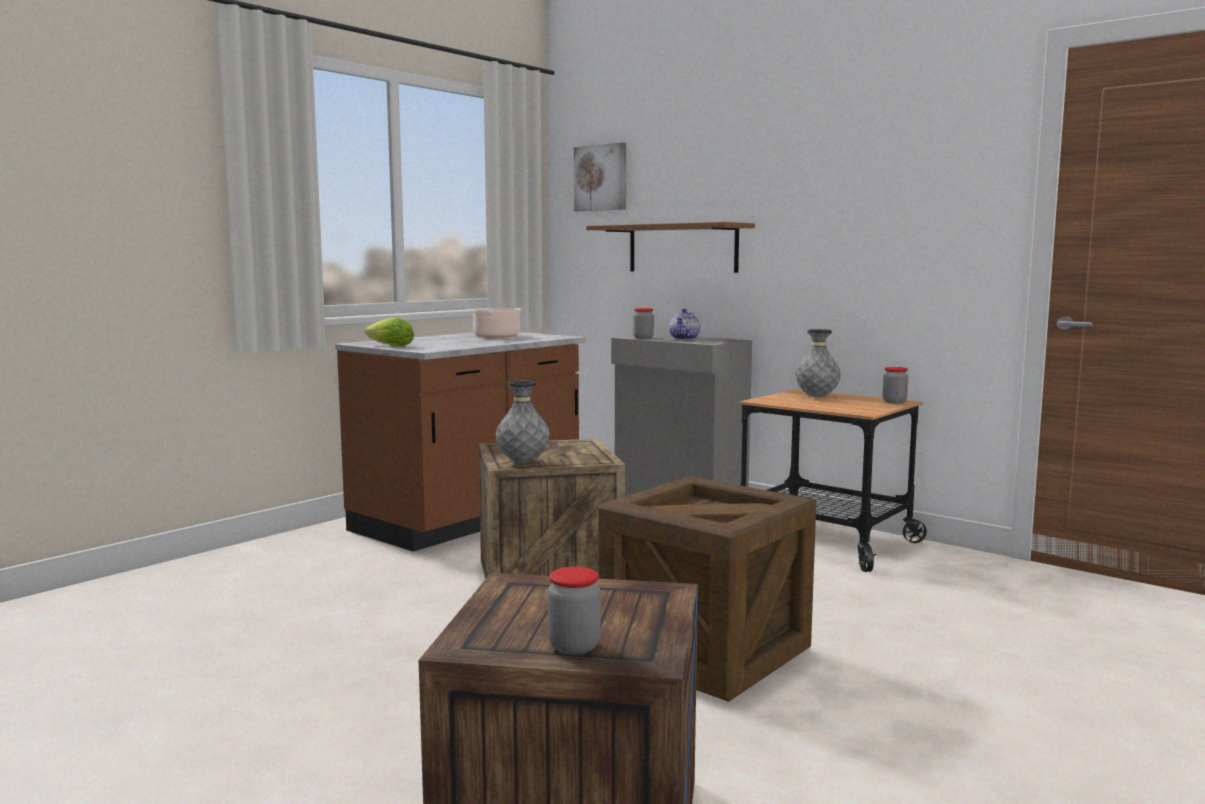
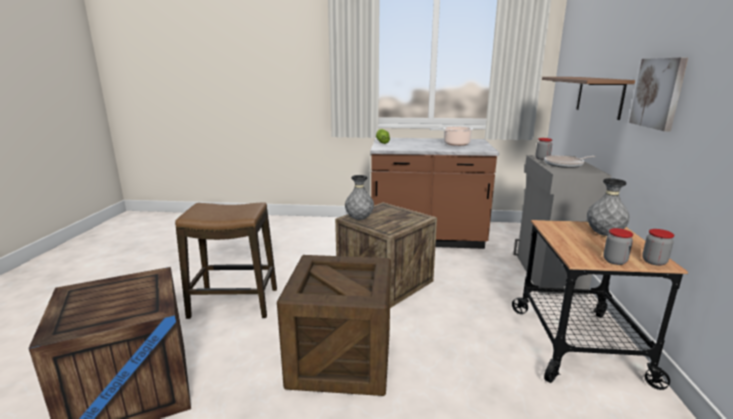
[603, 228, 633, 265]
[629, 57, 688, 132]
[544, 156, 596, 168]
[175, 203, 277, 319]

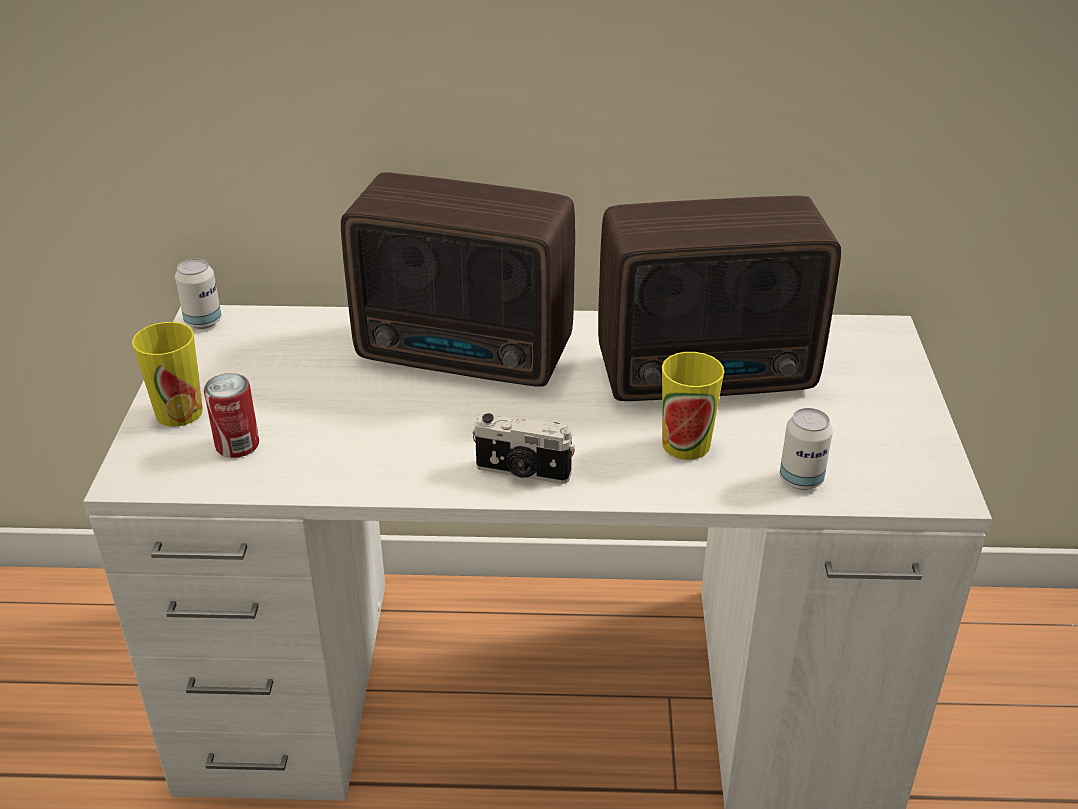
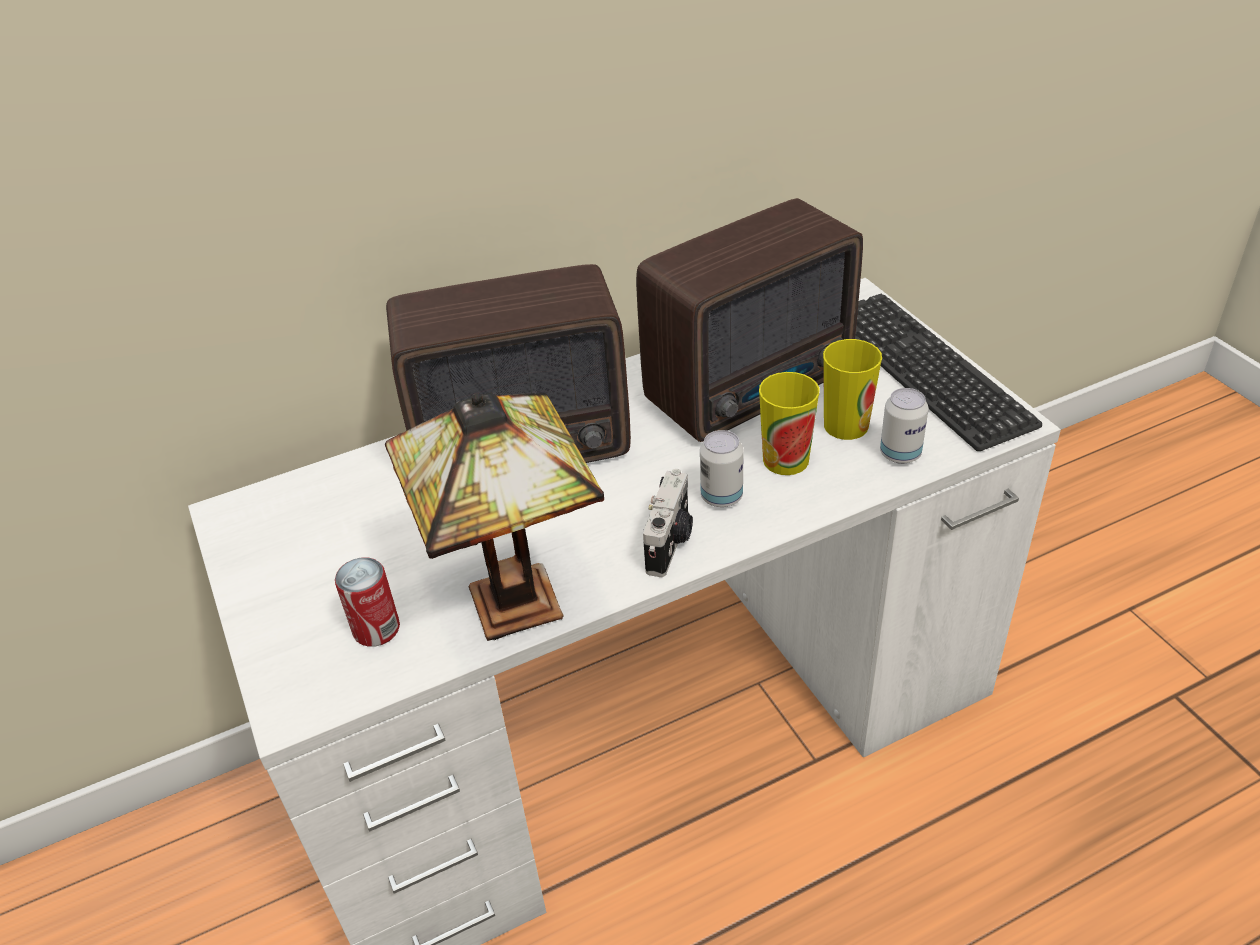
[823, 339, 882, 440]
[700, 430, 744, 507]
[643, 469, 693, 577]
[385, 393, 604, 641]
[855, 294, 1042, 451]

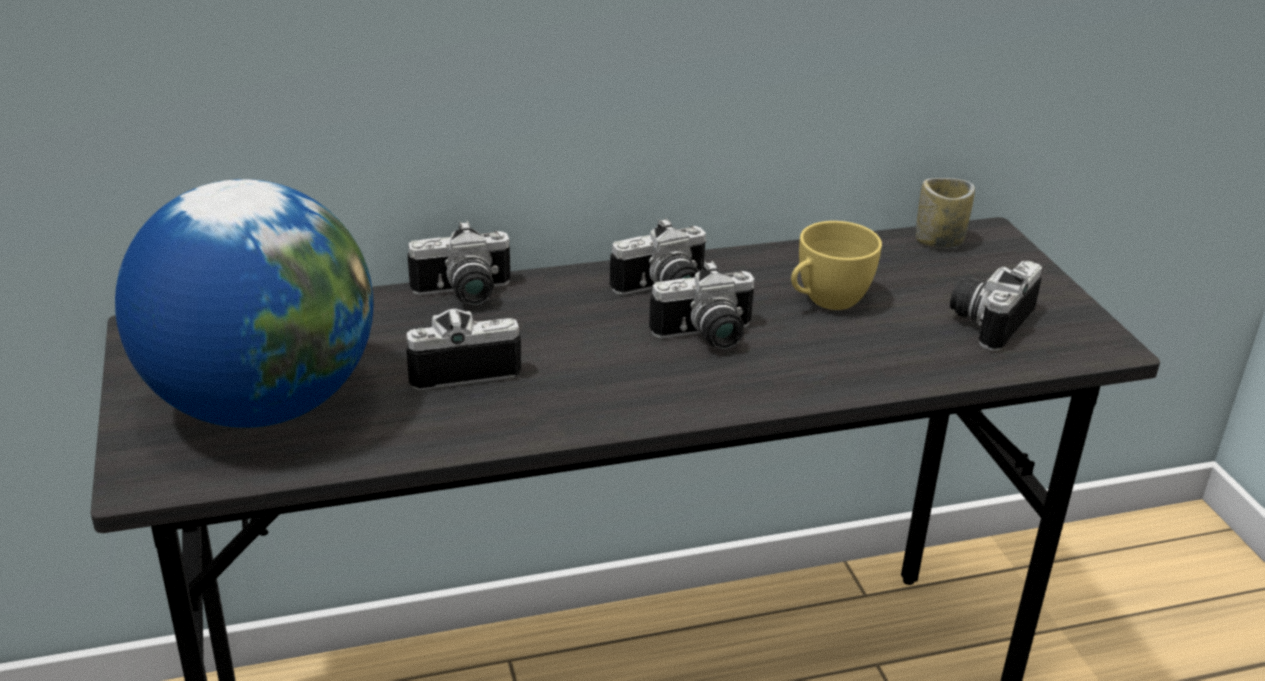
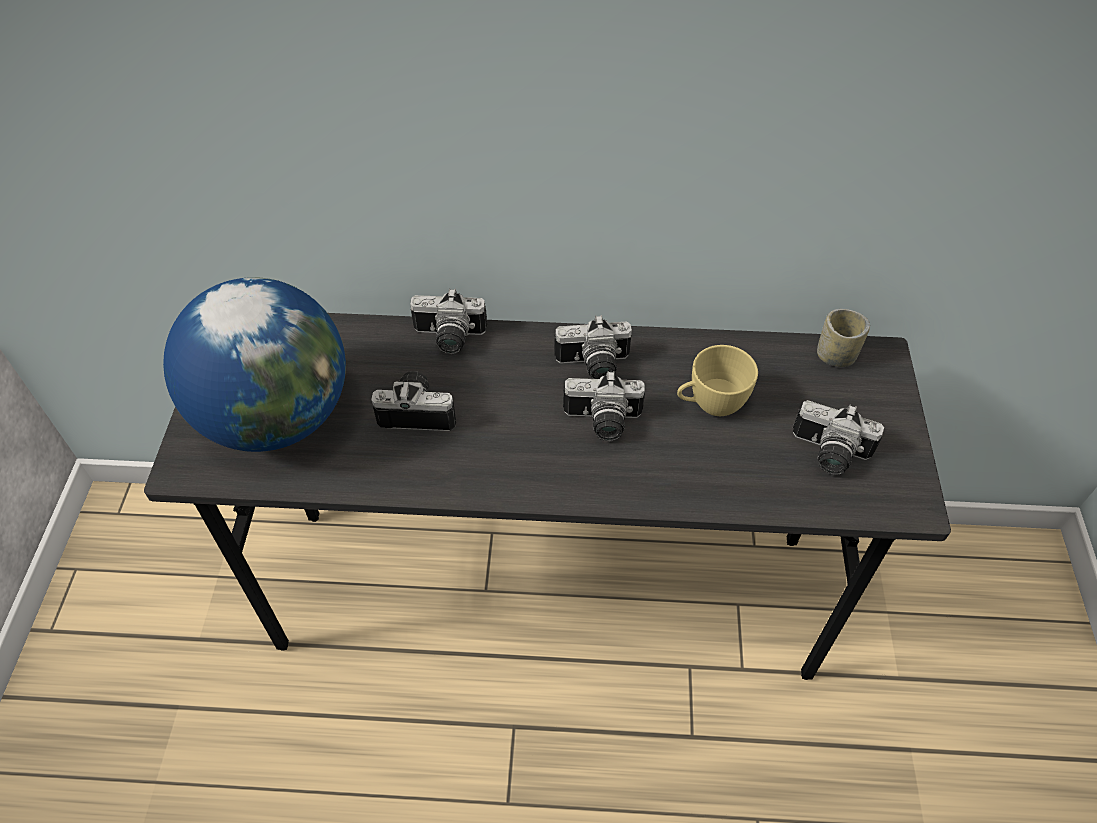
[793, 400, 884, 475]

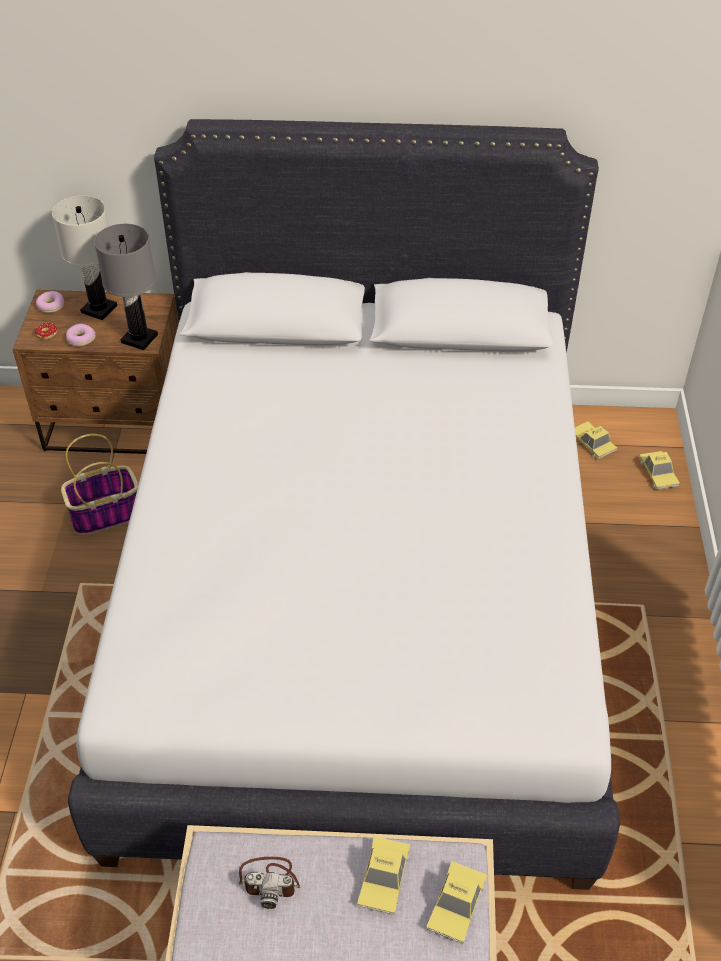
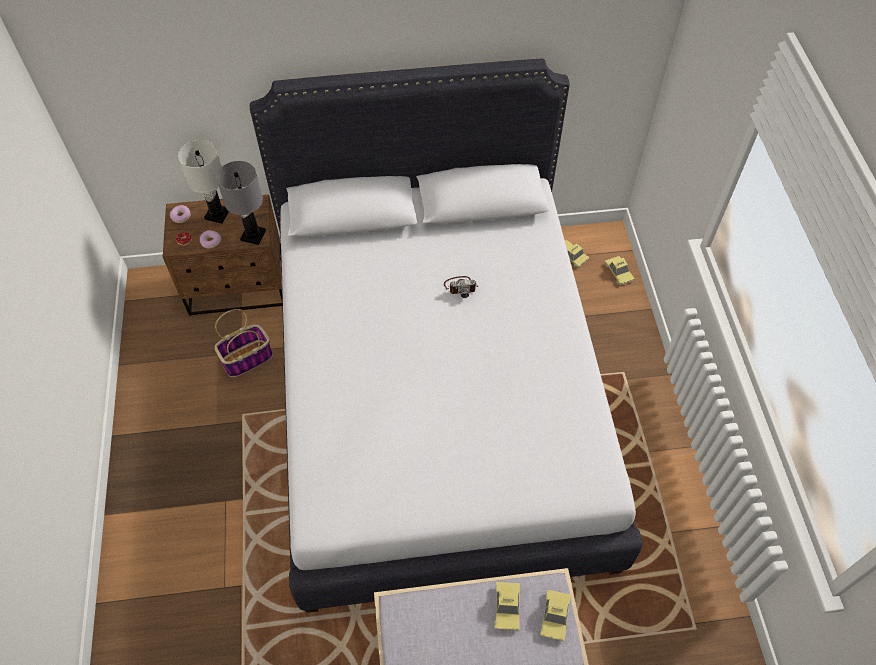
[444, 276, 478, 298]

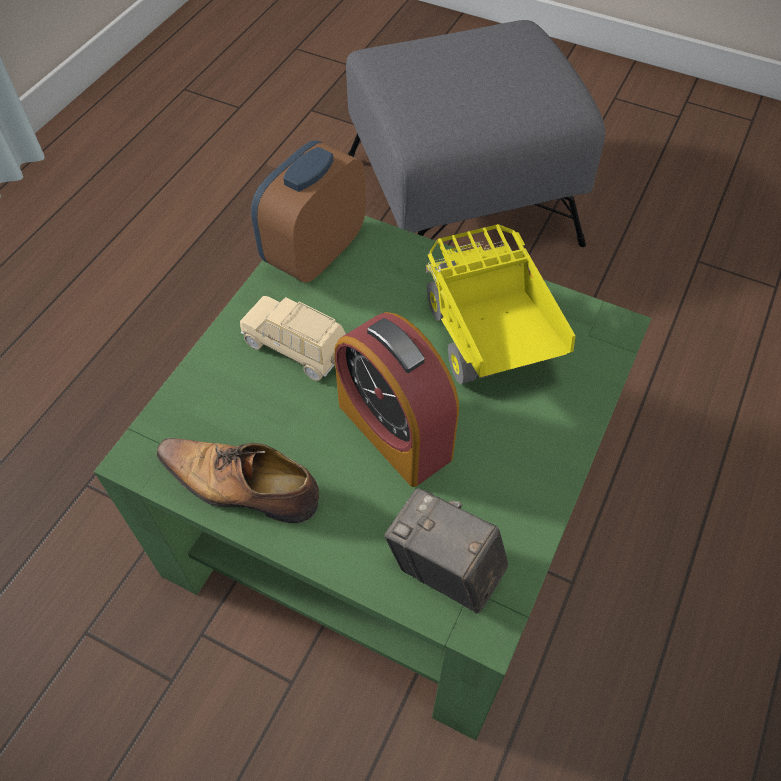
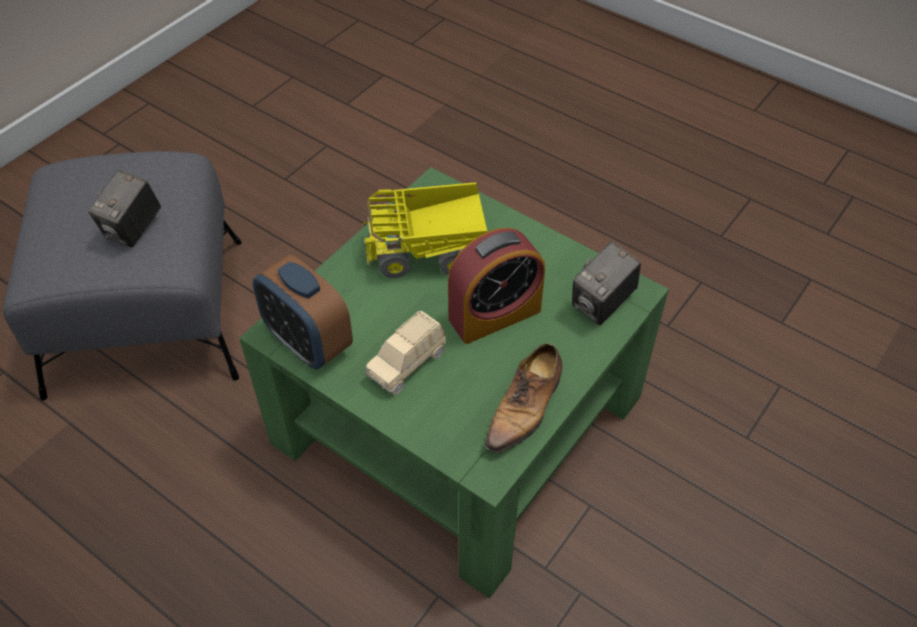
[88, 170, 161, 248]

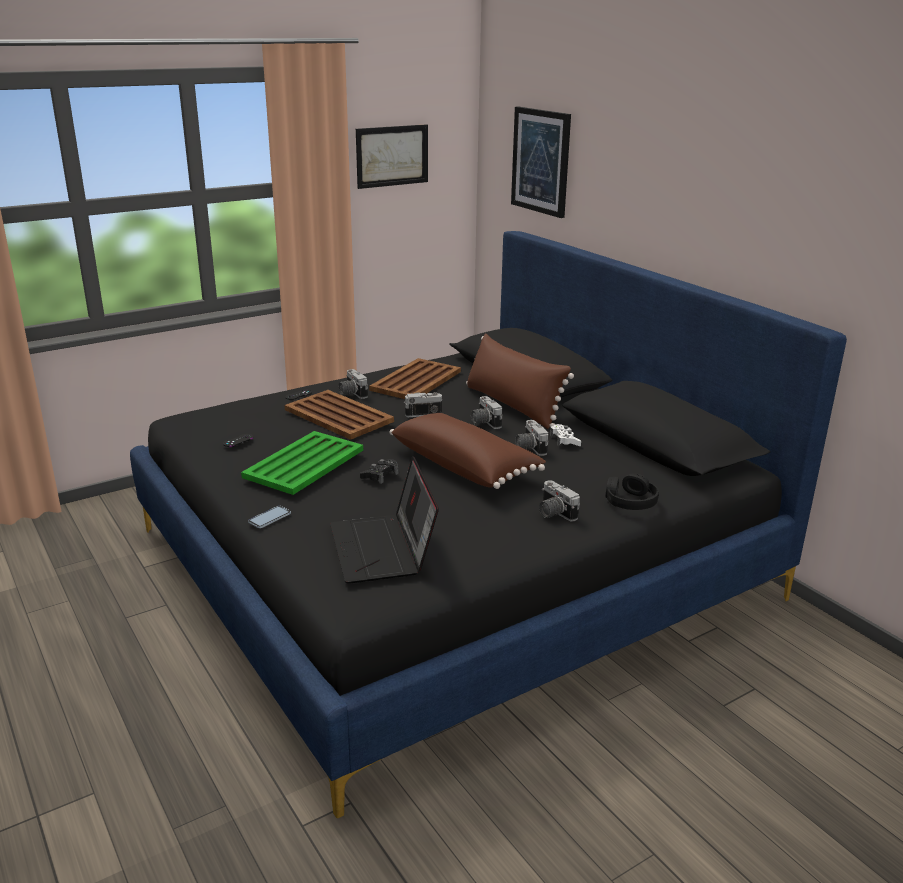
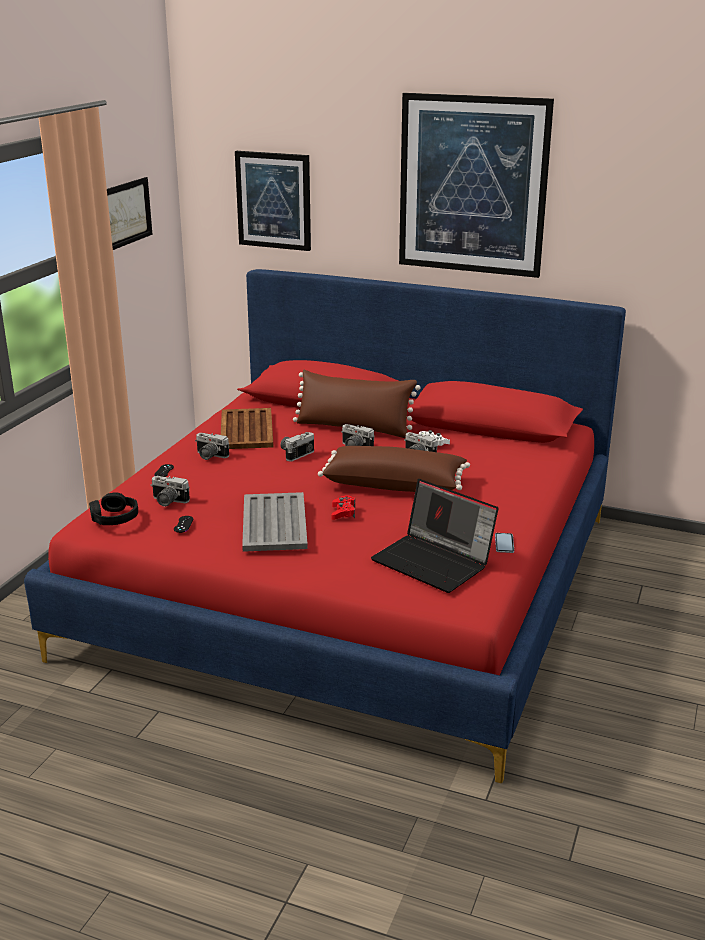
[24, 269, 626, 783]
[242, 492, 308, 552]
[495, 533, 514, 553]
[285, 390, 394, 440] (first image)
[331, 496, 355, 520]
[150, 476, 190, 507]
[89, 492, 138, 525]
[399, 93, 554, 278]

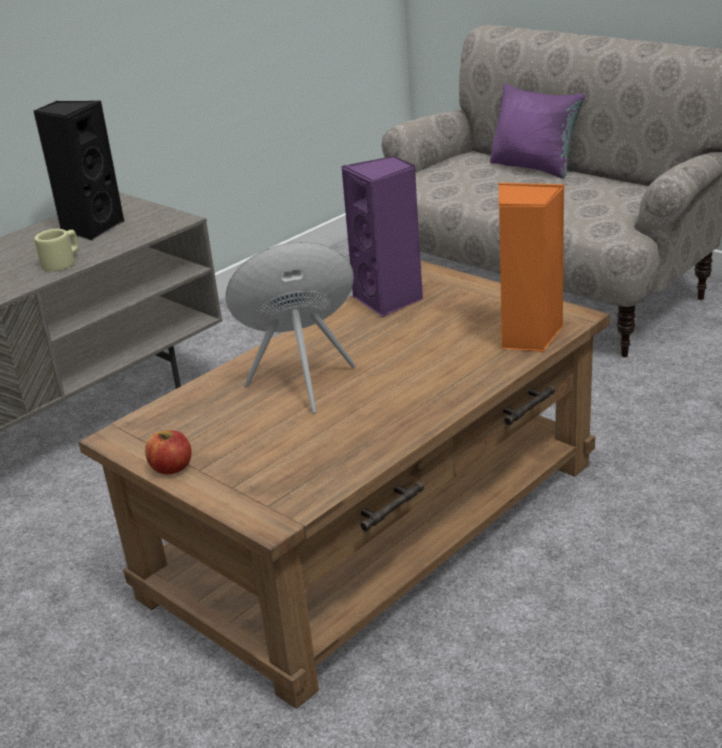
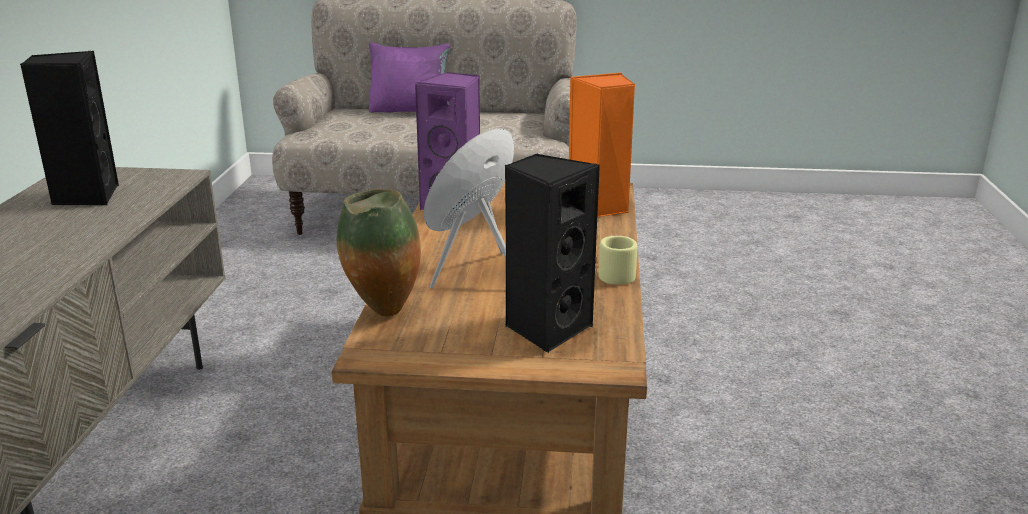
[598, 236, 637, 285]
[145, 430, 192, 474] (first image)
[336, 189, 421, 317]
[505, 153, 600, 353]

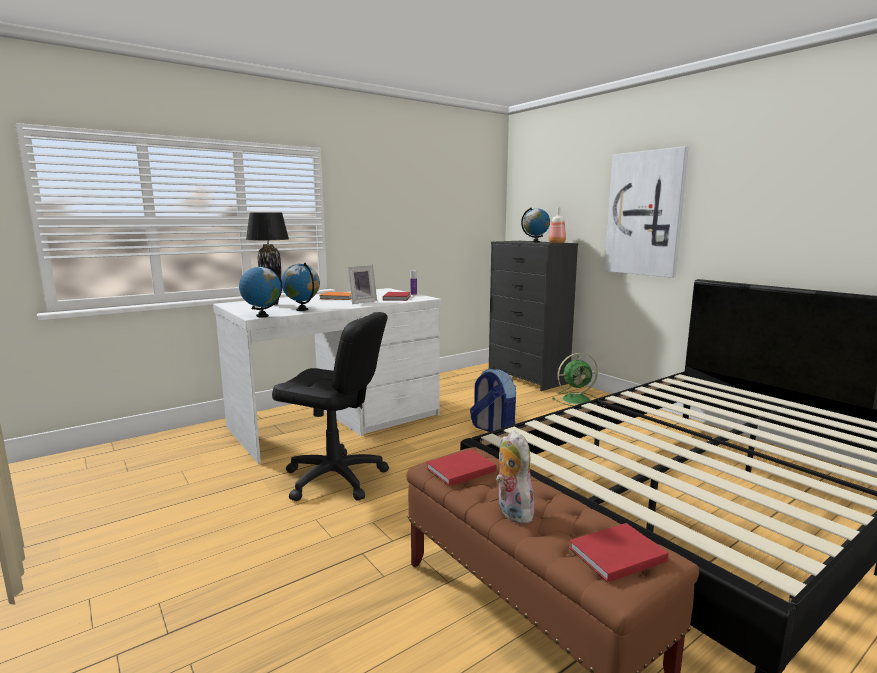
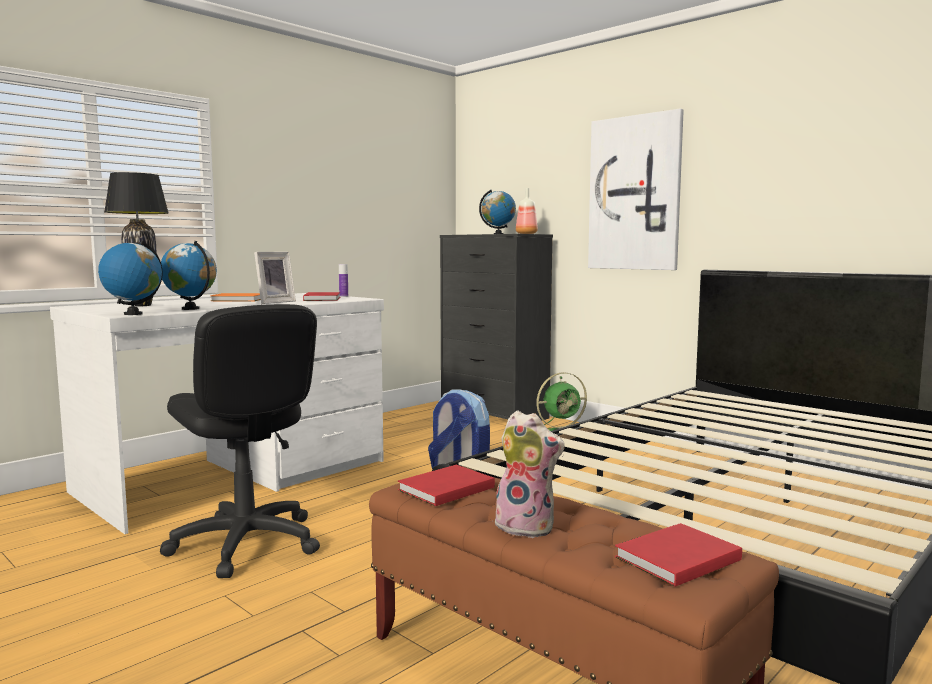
[160, 304, 320, 578]
[493, 410, 565, 538]

